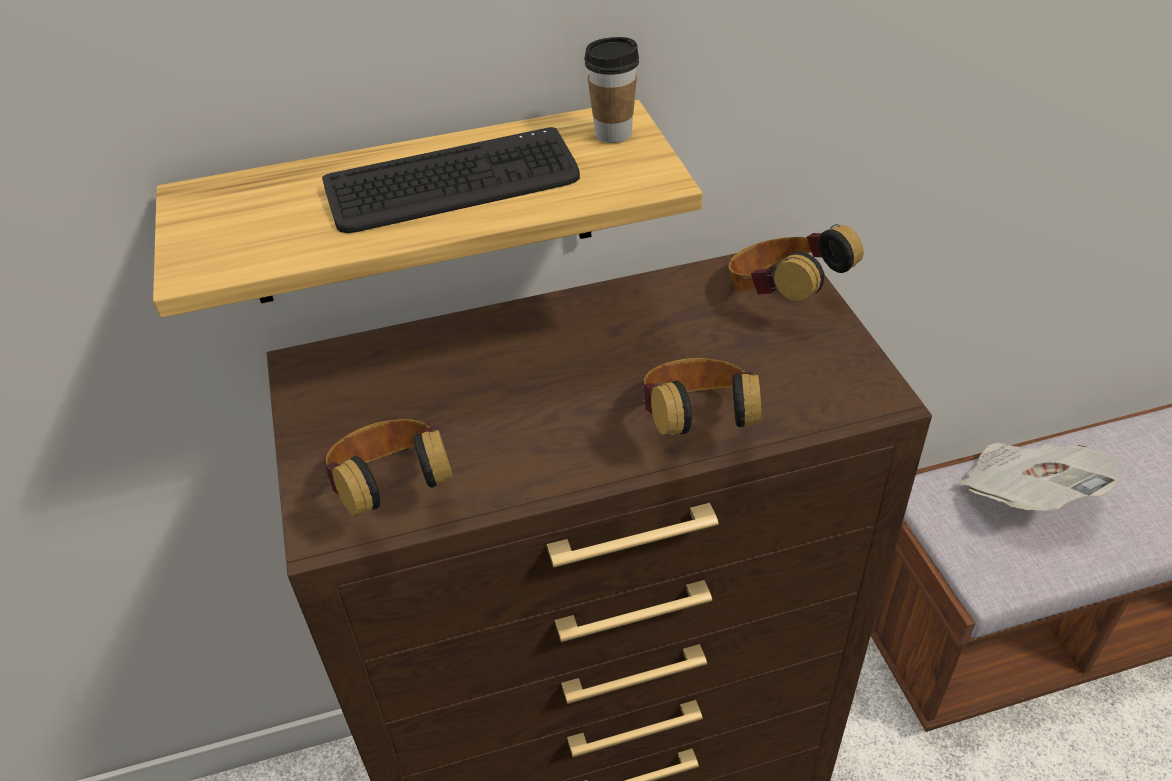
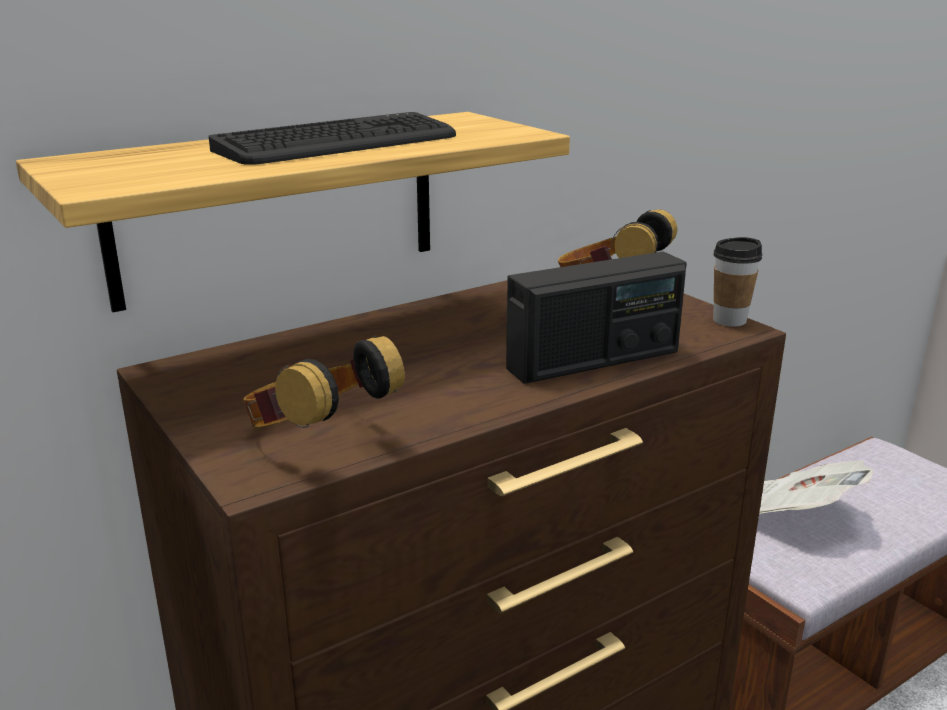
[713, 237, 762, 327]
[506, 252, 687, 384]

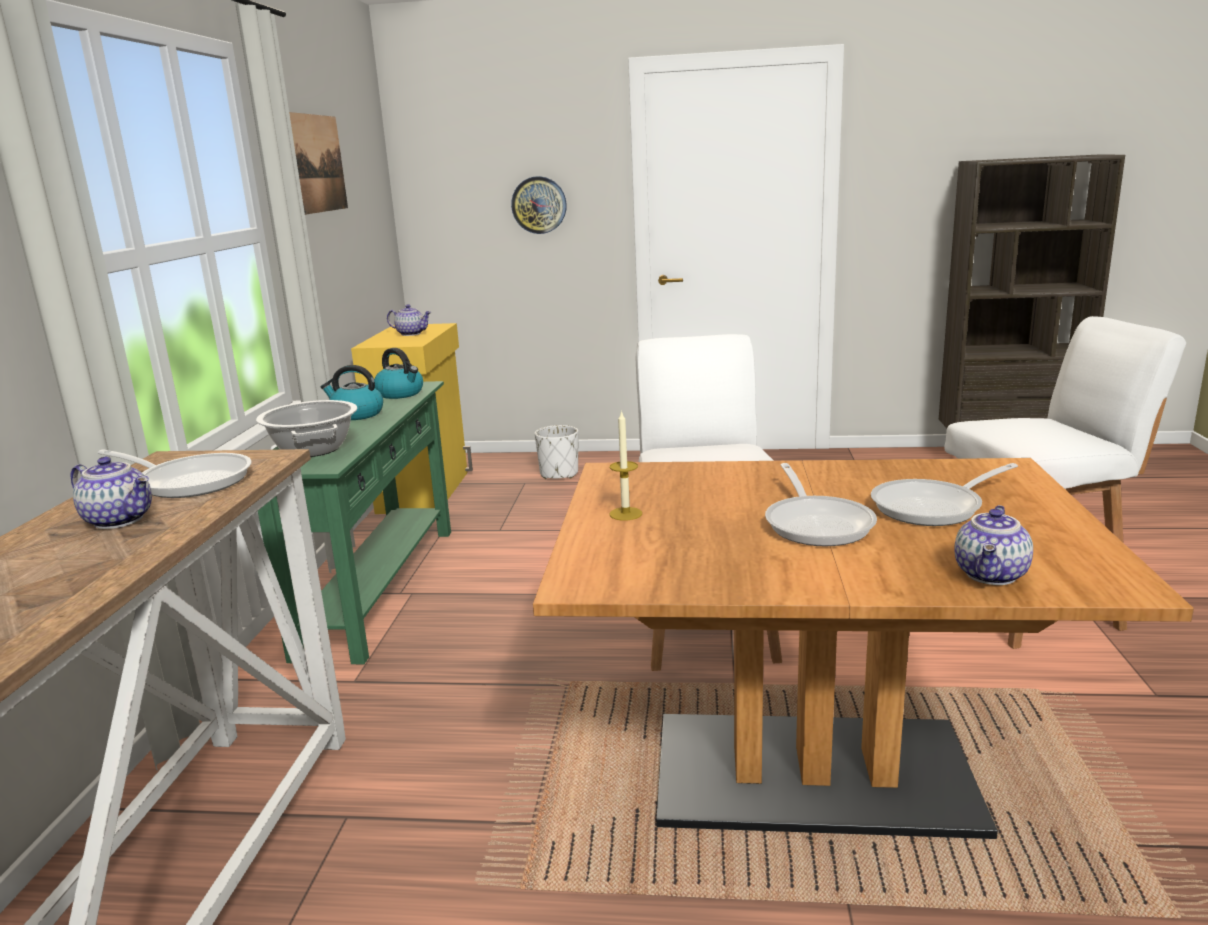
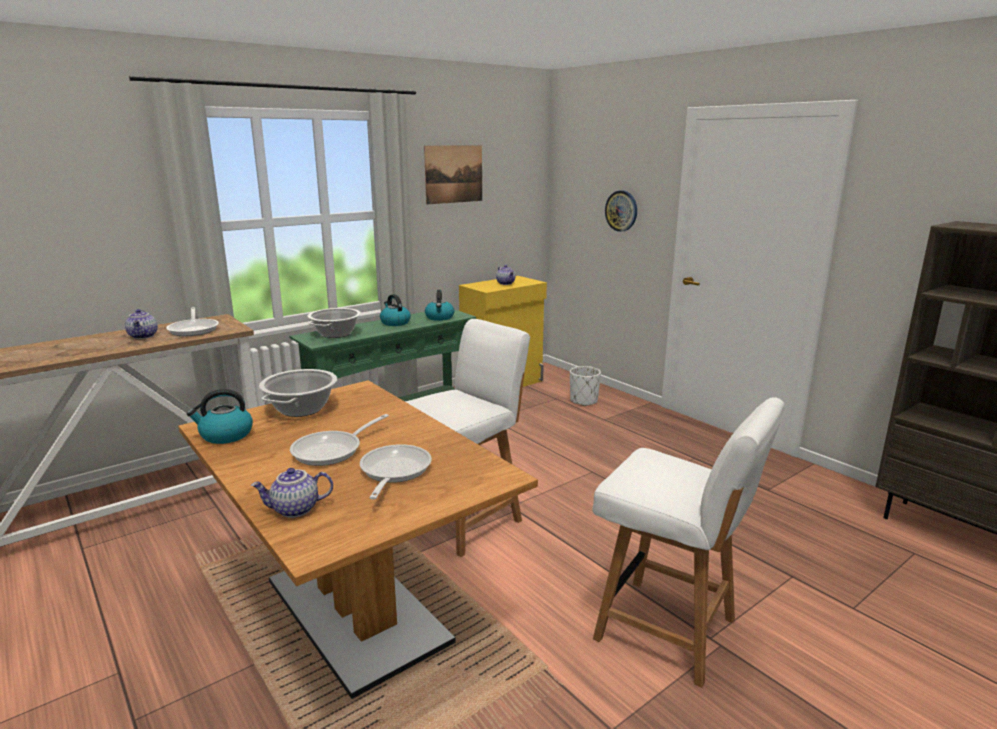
[259, 369, 337, 417]
[360, 444, 432, 499]
[187, 389, 253, 444]

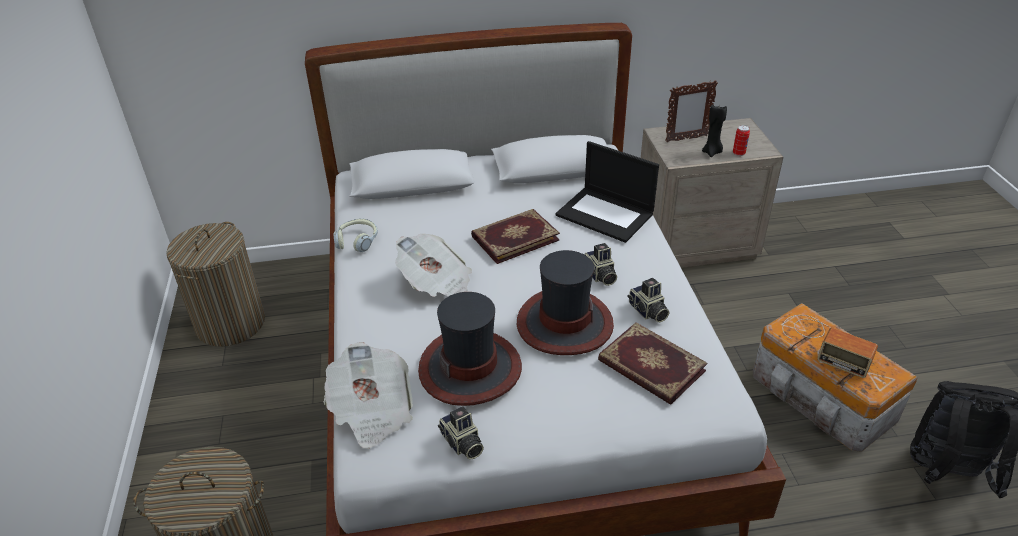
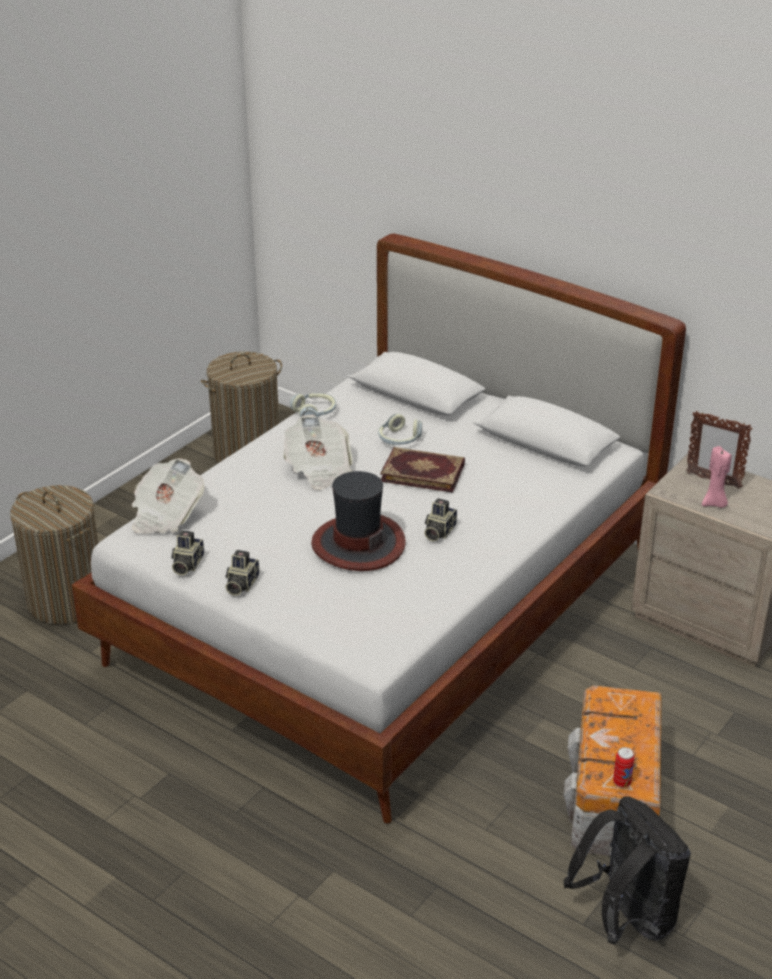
[418, 292, 522, 406] (first image)
[556, 141, 659, 243] (first image)
[598, 322, 707, 405] (first image)
[225, 550, 259, 596]
[702, 446, 732, 508]
[613, 747, 635, 787]
[783, 315, 878, 378] (first image)
[378, 413, 422, 445]

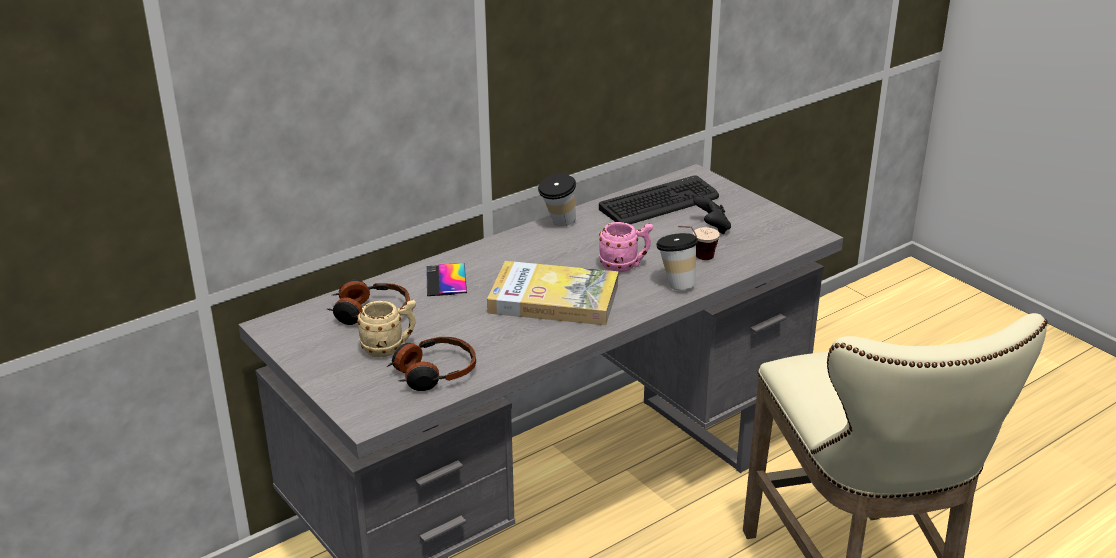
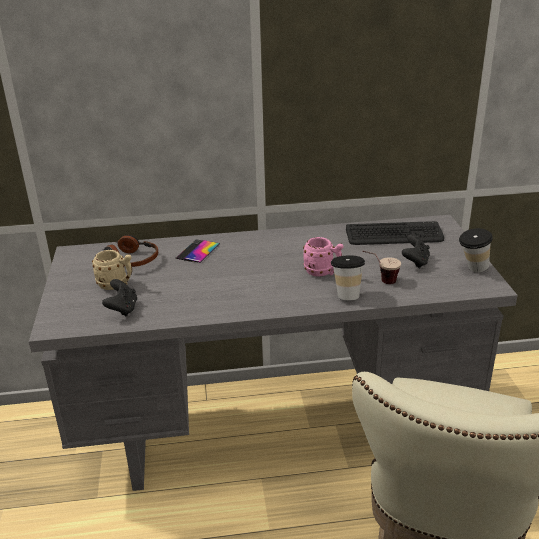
[102, 279, 137, 317]
[487, 261, 619, 325] (first image)
[459, 228, 493, 272]

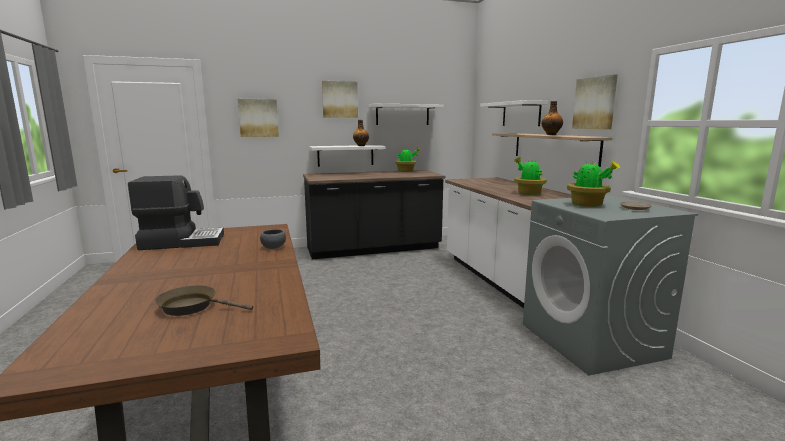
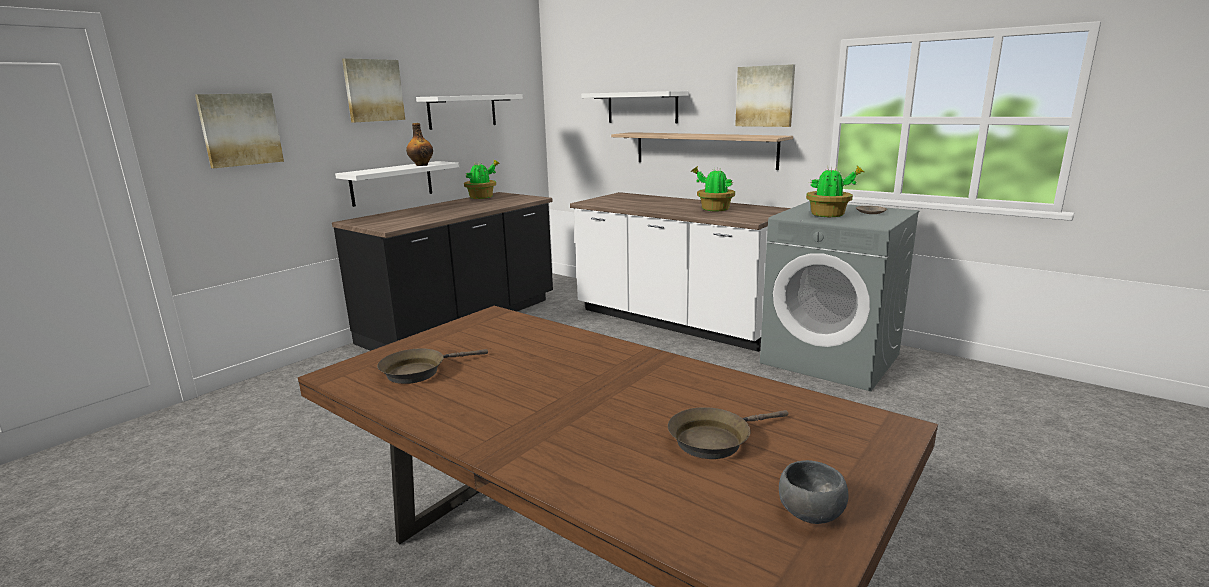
[377, 348, 488, 384]
[779, 460, 848, 524]
[542, 101, 563, 135] (first image)

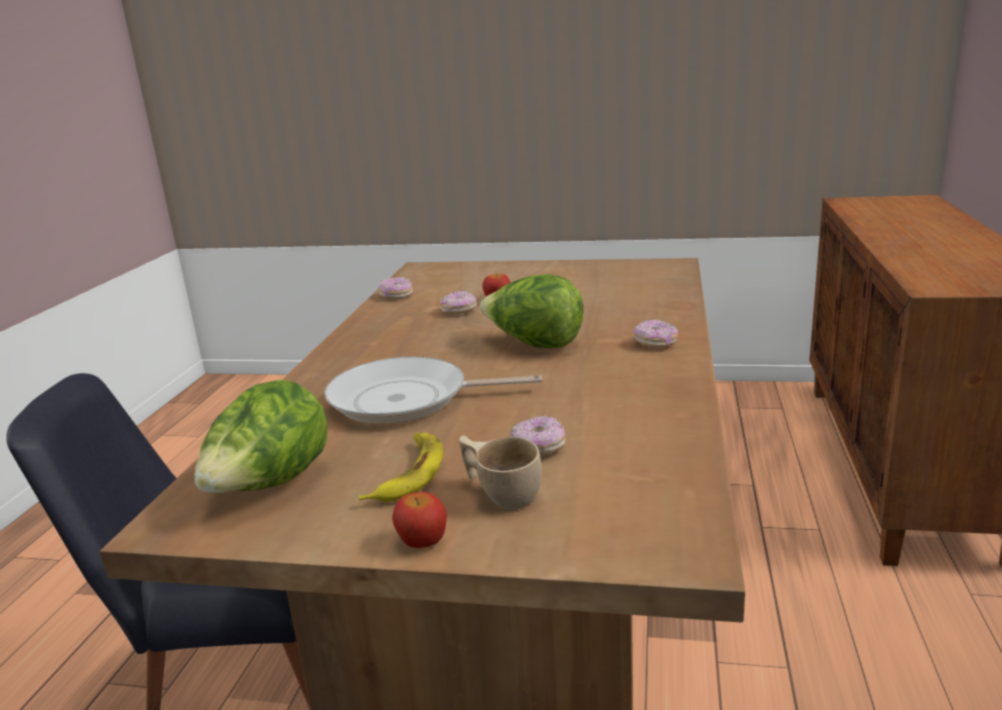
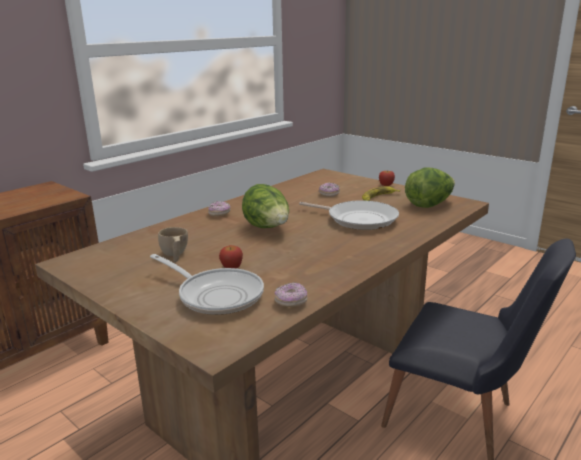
[440, 290, 477, 314] (first image)
[158, 227, 188, 262]
[150, 254, 264, 315]

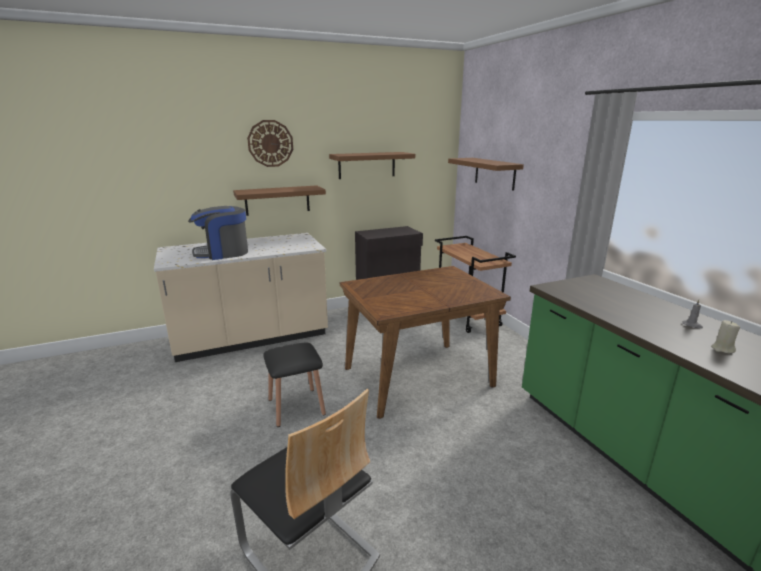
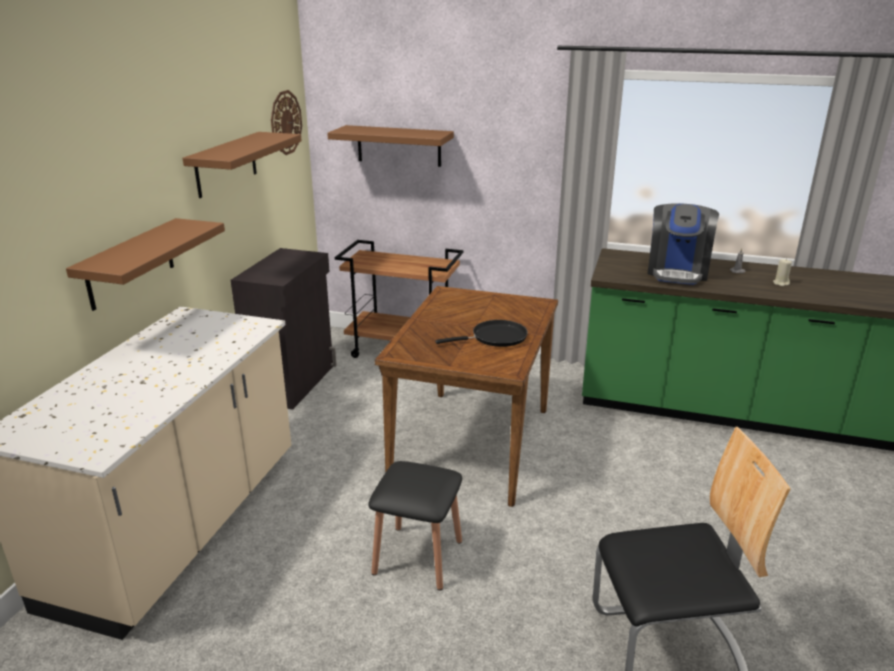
[647, 203, 719, 285]
[271, 90, 302, 155]
[435, 320, 528, 347]

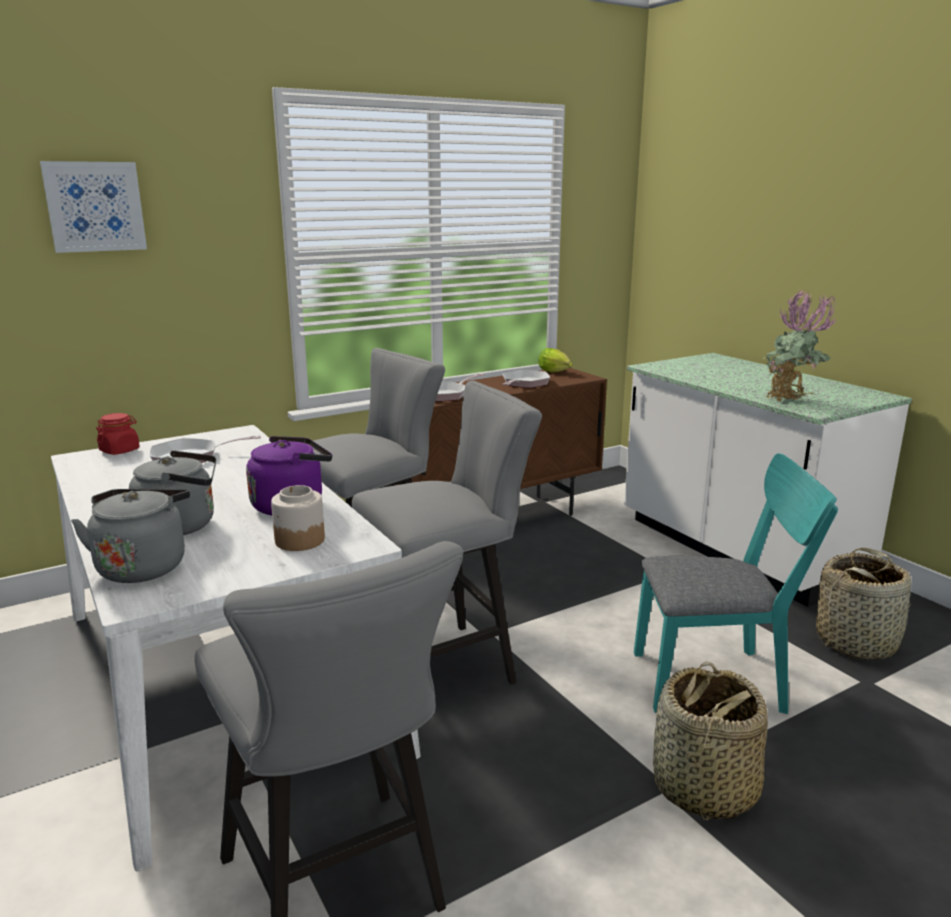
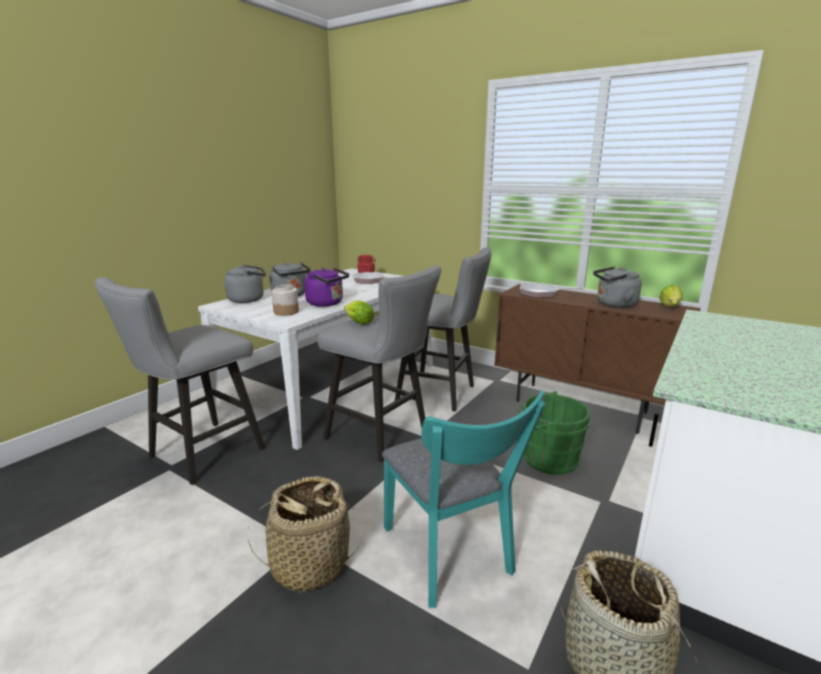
[40, 161, 147, 253] (first image)
[593, 266, 642, 308]
[763, 290, 837, 402] (first image)
[344, 300, 374, 324]
[516, 391, 590, 475]

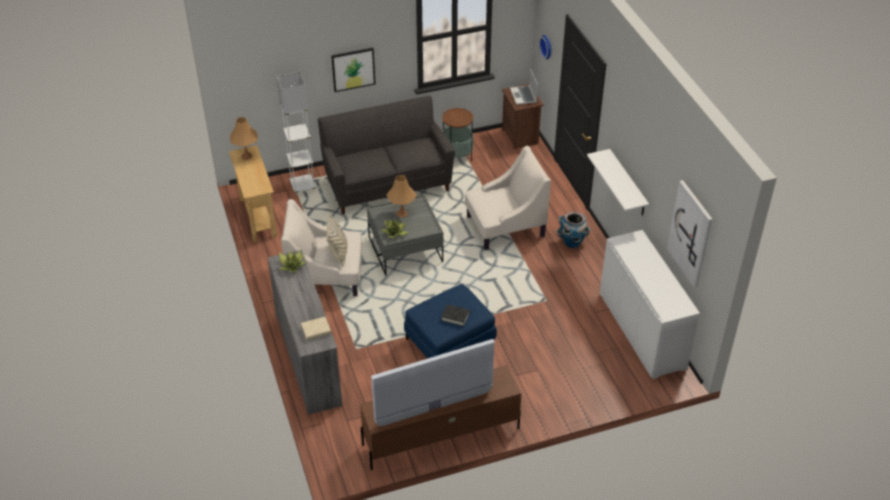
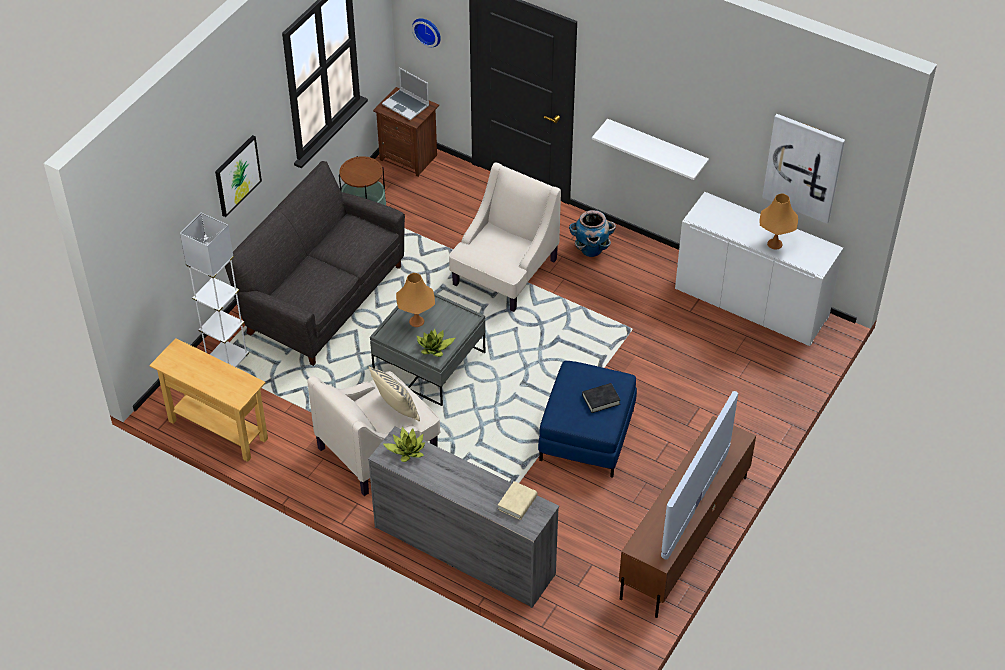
[759, 193, 798, 250]

